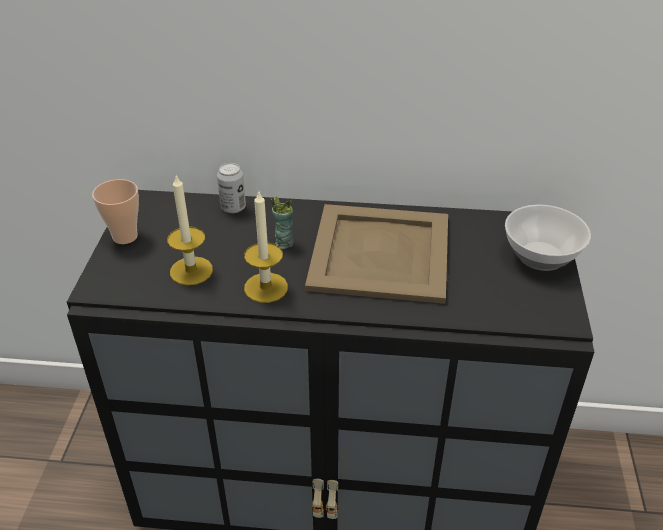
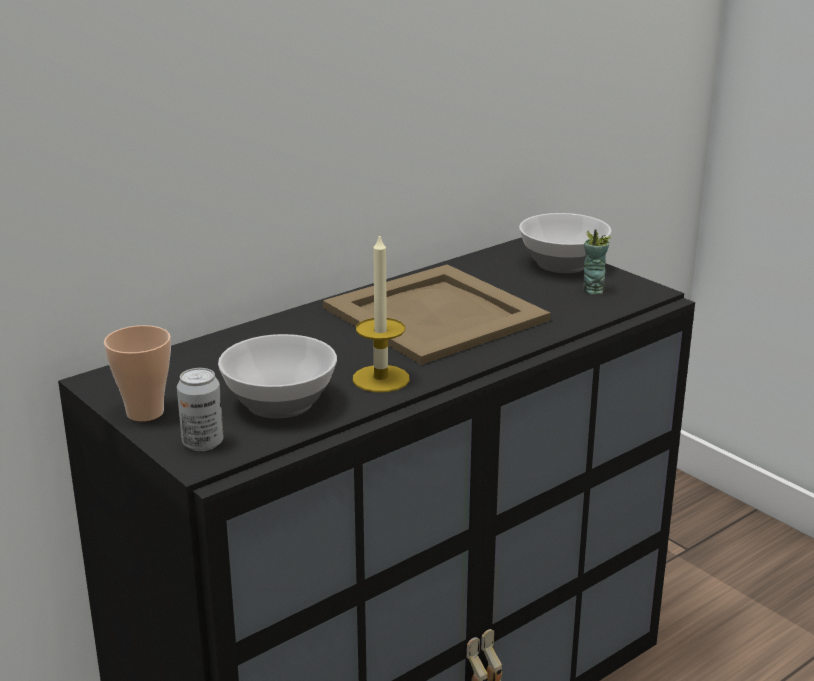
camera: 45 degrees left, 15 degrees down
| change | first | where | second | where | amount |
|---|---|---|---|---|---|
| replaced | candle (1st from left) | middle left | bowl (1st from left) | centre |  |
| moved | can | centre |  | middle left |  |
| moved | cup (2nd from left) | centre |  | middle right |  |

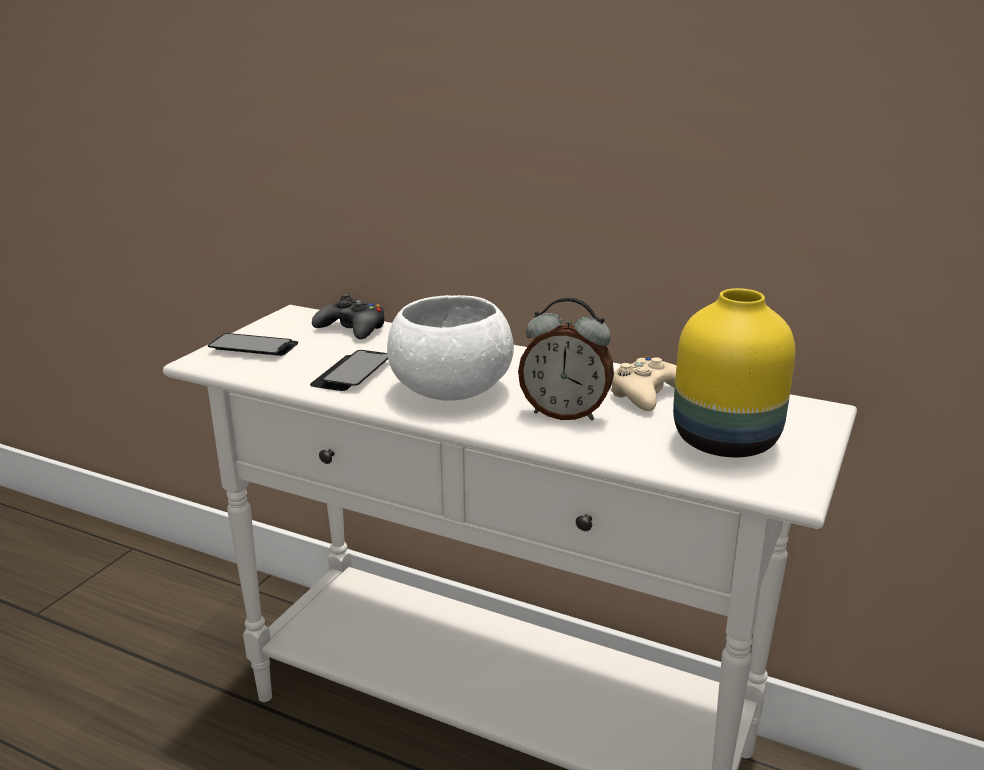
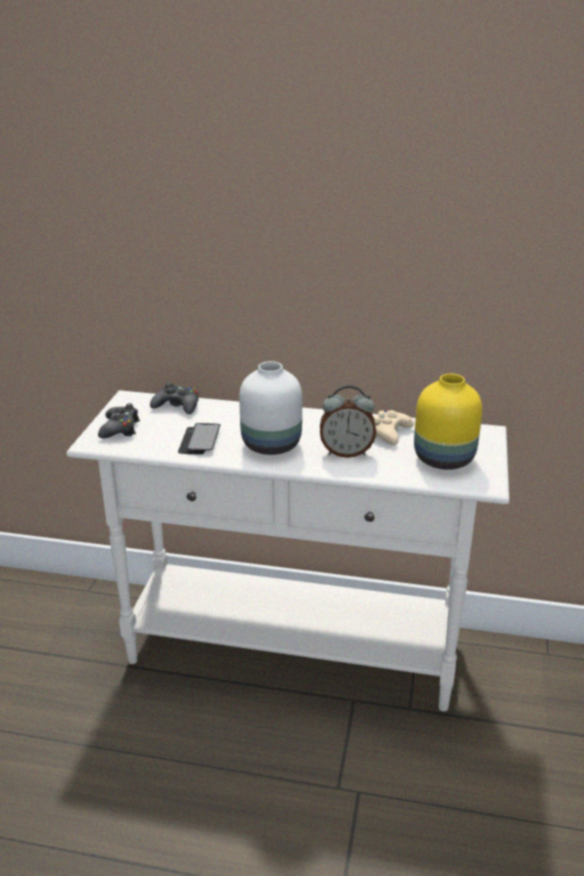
camera: 15 degrees left, 5 degrees up
| change | first | where | second | where | amount |
|---|---|---|---|---|---|
| replaced | phone (1st from left) | middle left | black game controller (1st from left) | middle left |  |
| replaced | white bowl | centre | white vase | centre |  |

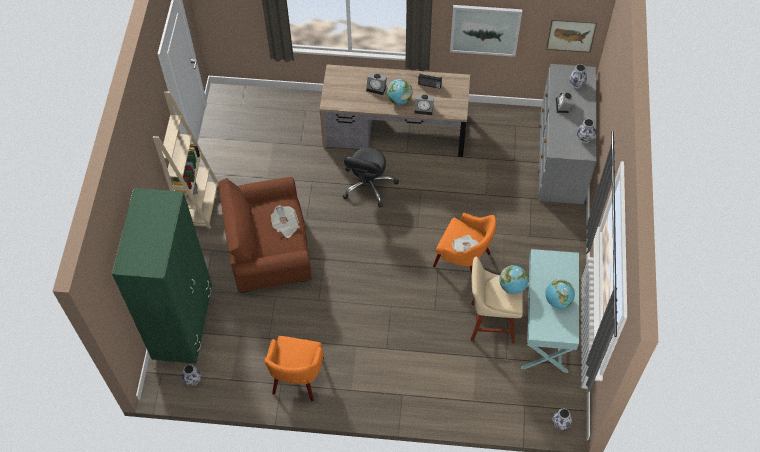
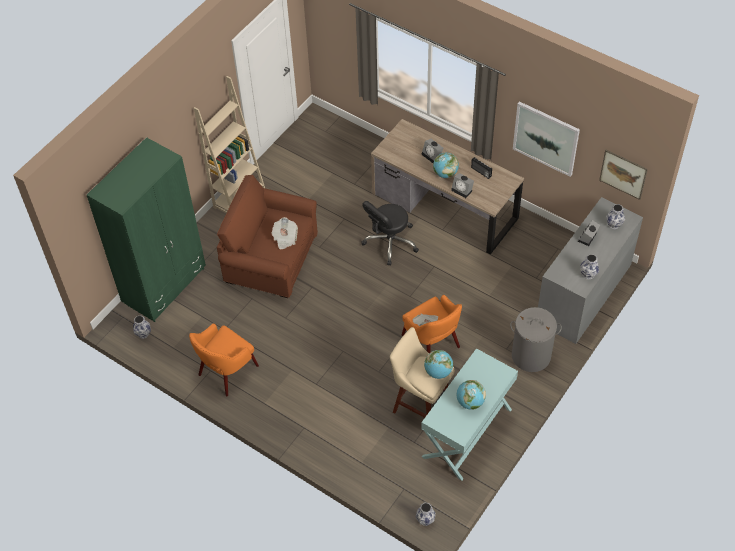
camera: 30 degrees right, 5 degrees down
| change | first | where | second | where | amount |
|---|---|---|---|---|---|
| added |  |  | grey laundry basket | middle right |  |

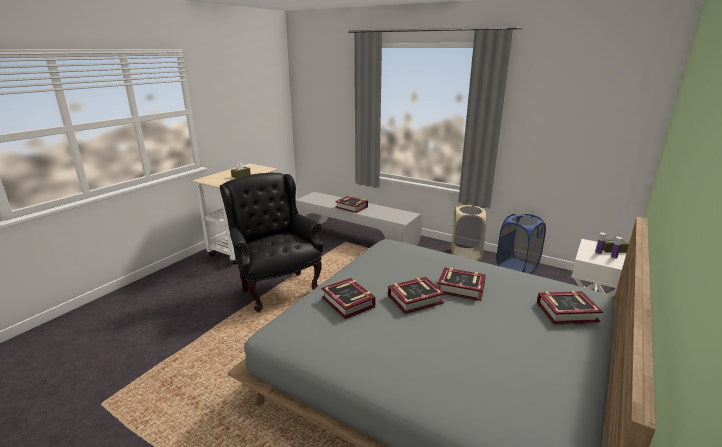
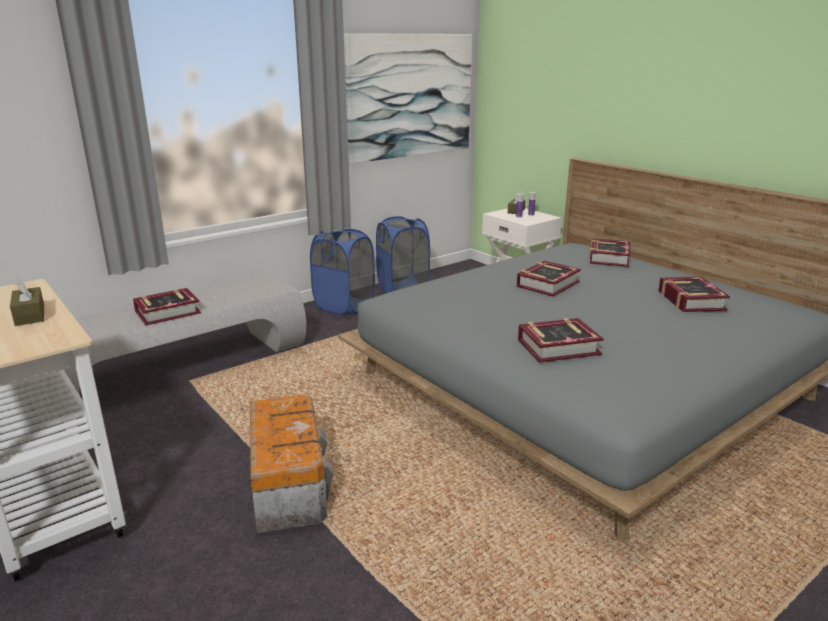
camera: 70 degrees left, 0 degrees up
| change | first | where | second | where | amount |
|---|---|---|---|---|---|
| replaced | black armchair | centre | storage box | bottom centre |  |
| moved | book (3rd from left in the first image) | centre | book (5th from left) | middle right |  |
| recoloured | beige laundry basket | centre | blue laundry basket (1st from left) | centre |  |
| added |  |  | picture | top centre |  |

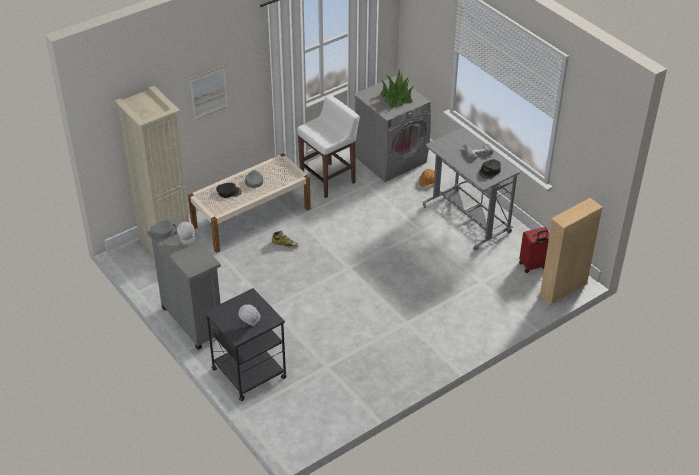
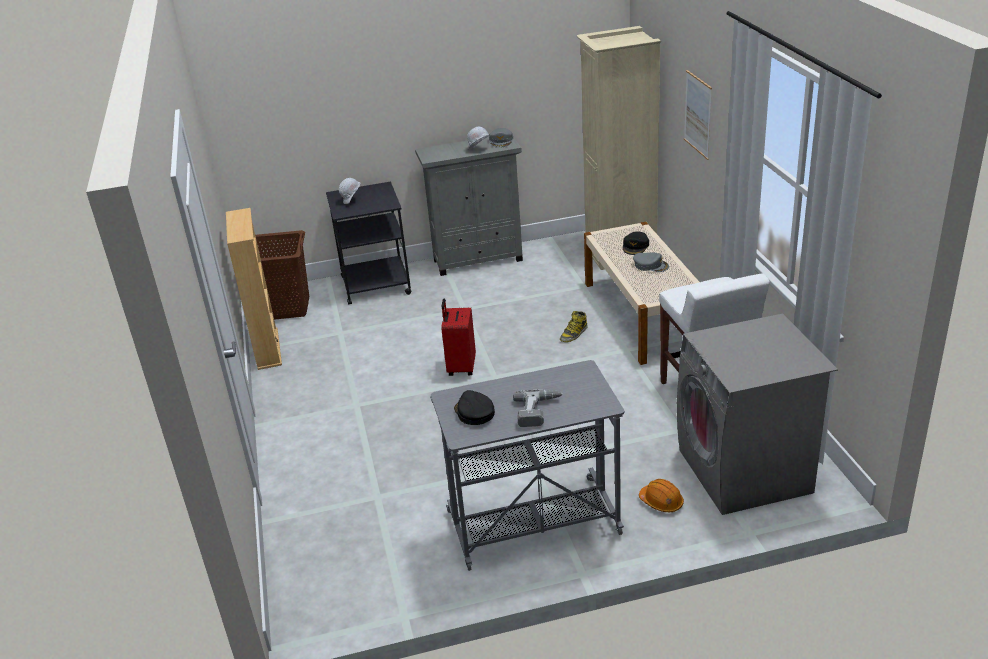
camera: 115 degrees right, 10 degrees down
| change | first | where | second | where | amount |
|---|---|---|---|---|---|
| removed | potted plant | top centre |  |  |  |
| moved | red suitcase | middle right |  | centre |  |
| moved | beige bookcase | middle right |  | middle left |  |
| added |  |  | brown laundry basket | middle left |  |

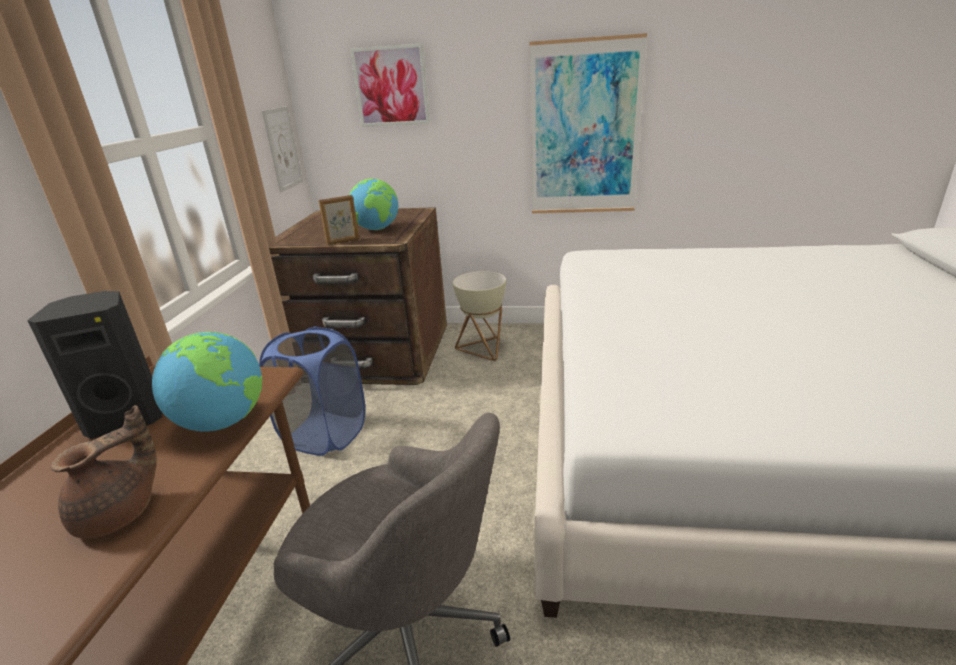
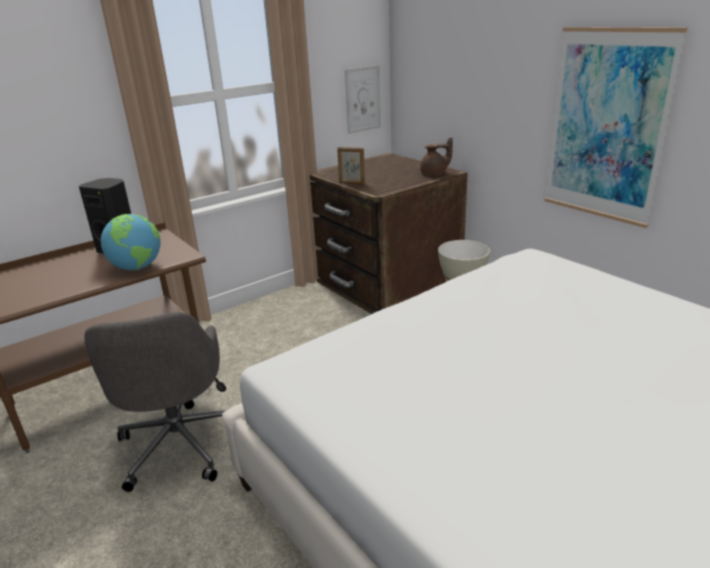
camera: 45 degrees right, 0 degrees up
| change | first | where | second | where | amount |
|---|---|---|---|---|---|
| moved | brown teapot | bottom left |  | top centre |  |
| removed | blue laundry basket | middle left |  |  |  |
| removed | globe (2nd from left) | top centre |  |  |  |
| removed | picture (2nd from left) | top centre |  |  |  |

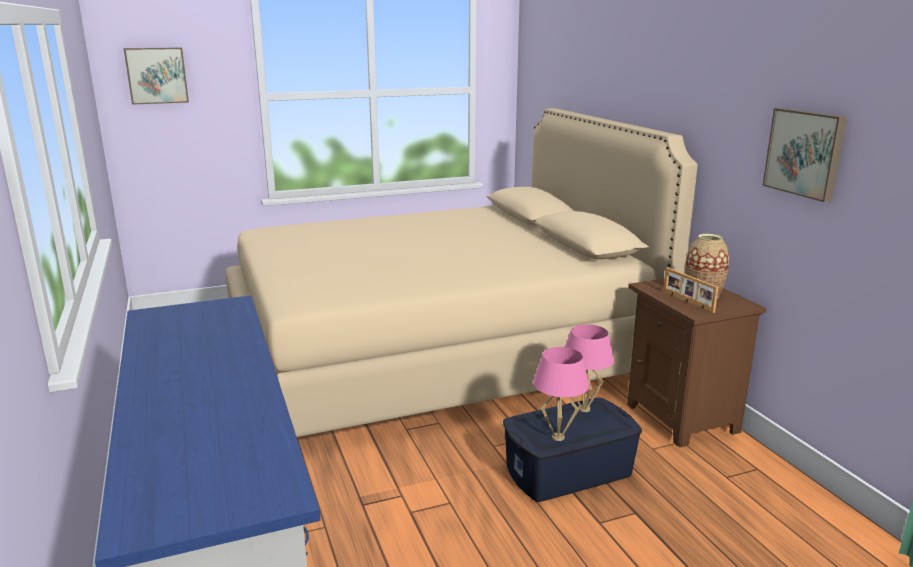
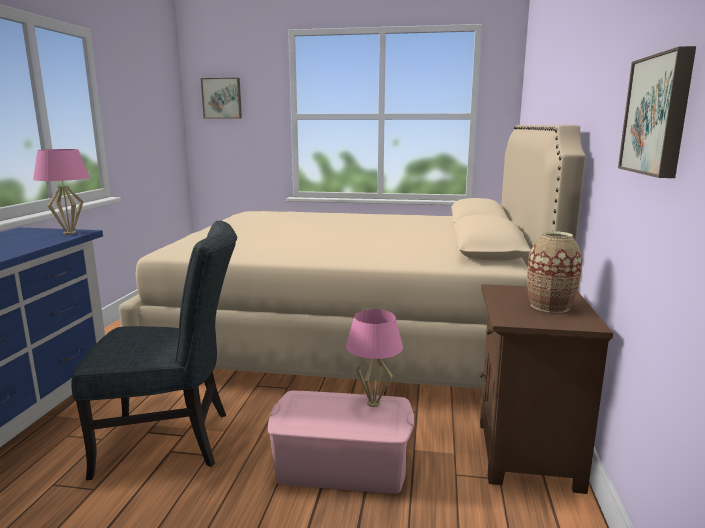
camera: 30 degrees right, 5 degrees down
| change | first | where | second | where | amount |
|---|---|---|---|---|---|
| recoloured | blue storage box | bottom centre | pink storage box | bottom centre |  |
| moved | pink table lamp (1st from left) | bottom centre |  | middle left |  |
| removed | picture frame | middle right |  |  |  |
| added |  |  | grey chair | middle left |  |

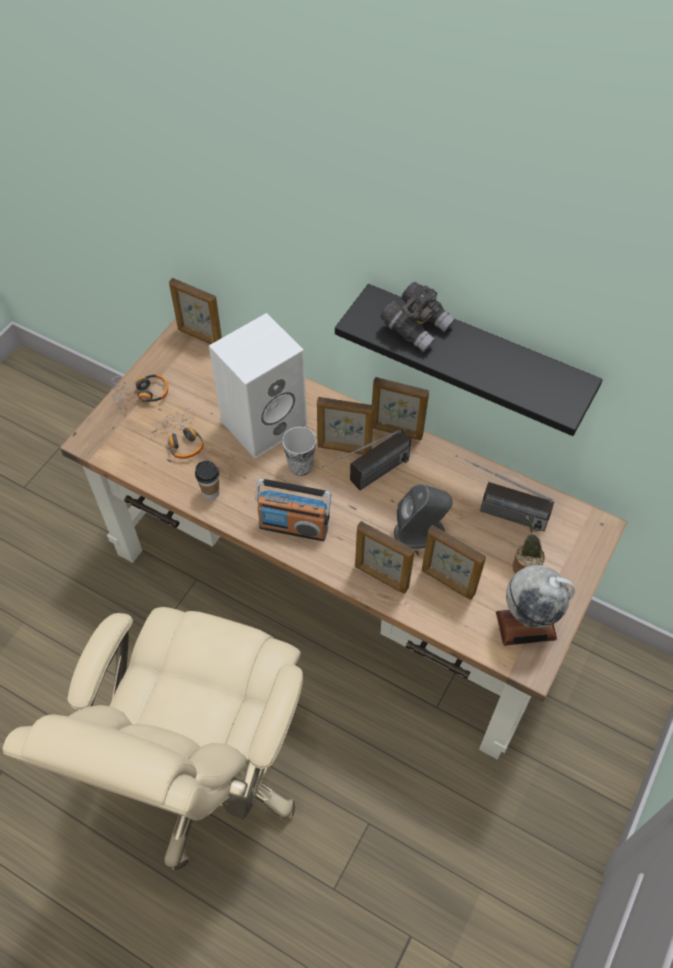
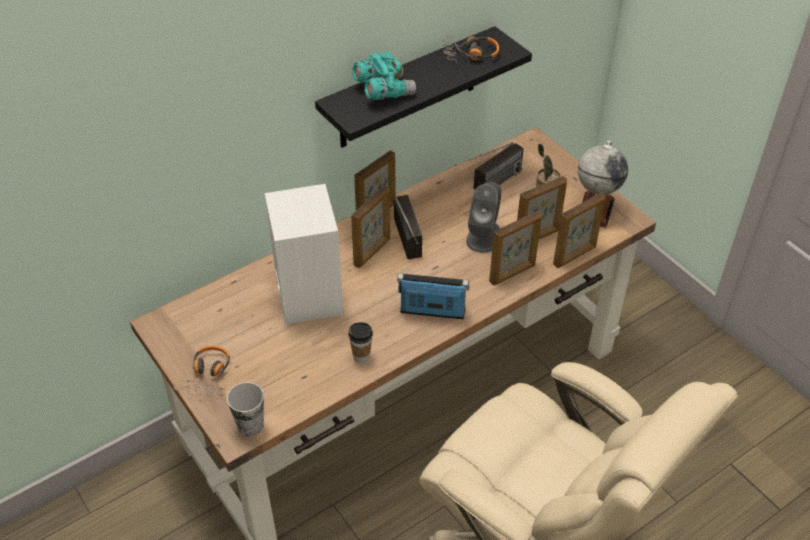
camera: 65 degrees left, 10 degrees down
| change | first | where | second | where | amount |
|---|---|---|---|---|---|
| moved | headphones (2nd from left) | middle left |  | top centre |  |
| moved | picture frame (1st from left in the first image) | top left | picture frame (5th from left) | middle right |  |
| turned | radio (1st from left in the first image) | centre | radio (2nd from left) | centre | 120 degrees counterclockwise |
| moved | cup (2nd from left in the first image) | centre | cup (1st from left) | bottom left |  |
| recoloured | grey binoculars | top centre | turquoise binoculars | top centre |  |

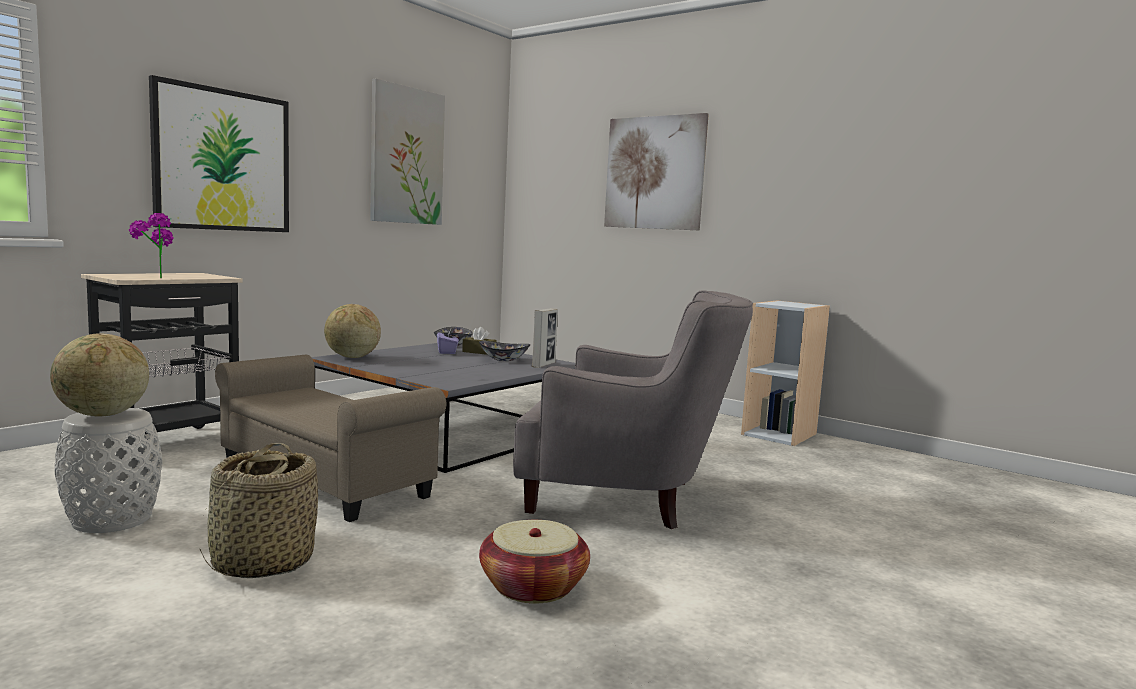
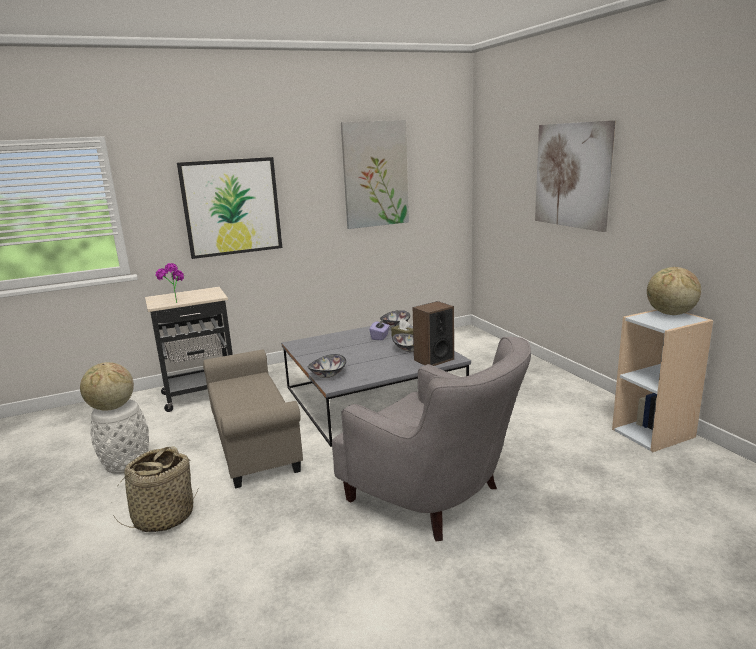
camera: 30 degrees right, 10 degrees up
| change | first | where | second | where | amount |
|---|---|---|---|---|---|
| moved | globe (2nd from left) | middle left |  | middle right |  |
| removed | basket (2nd from left) | bottom centre |  |  |  |
| replaced | picture frame | centre | speaker | centre |  |
| added |  |  | bowl (1st from left) | centre |  |

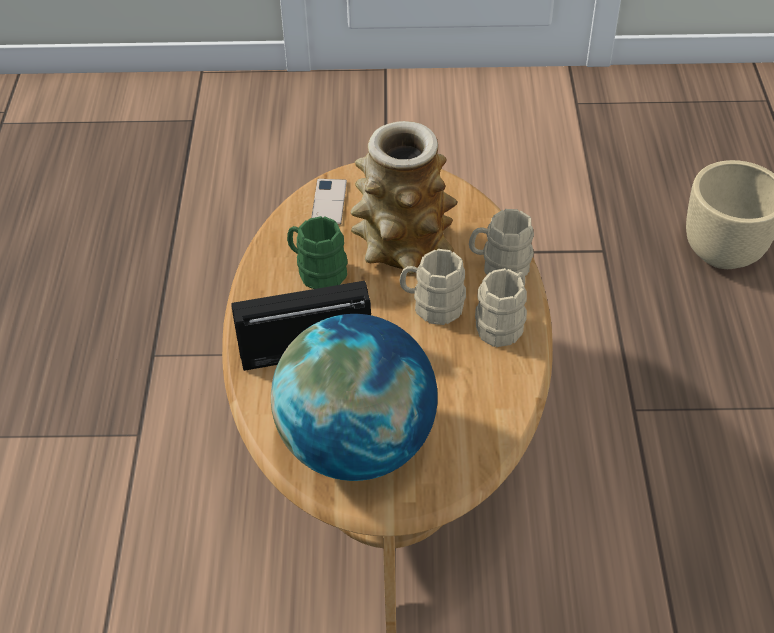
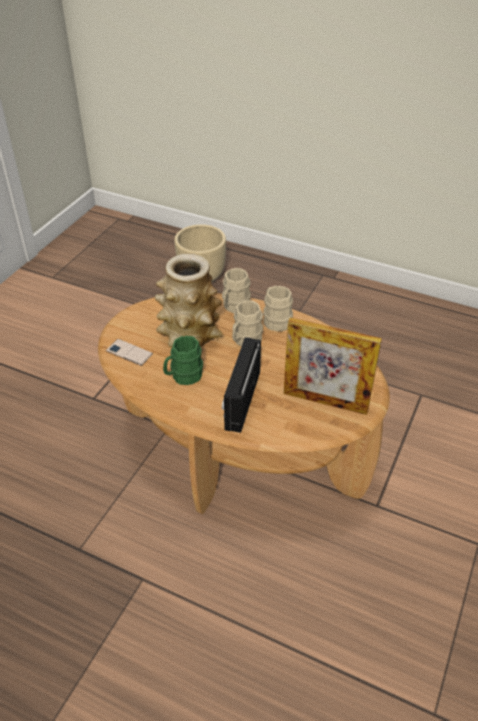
camera: 65 degrees left, 5 degrees down
| change | first | where | second | where | amount |
|---|---|---|---|---|---|
| replaced | globe | centre | picture frame | middle right |  |

